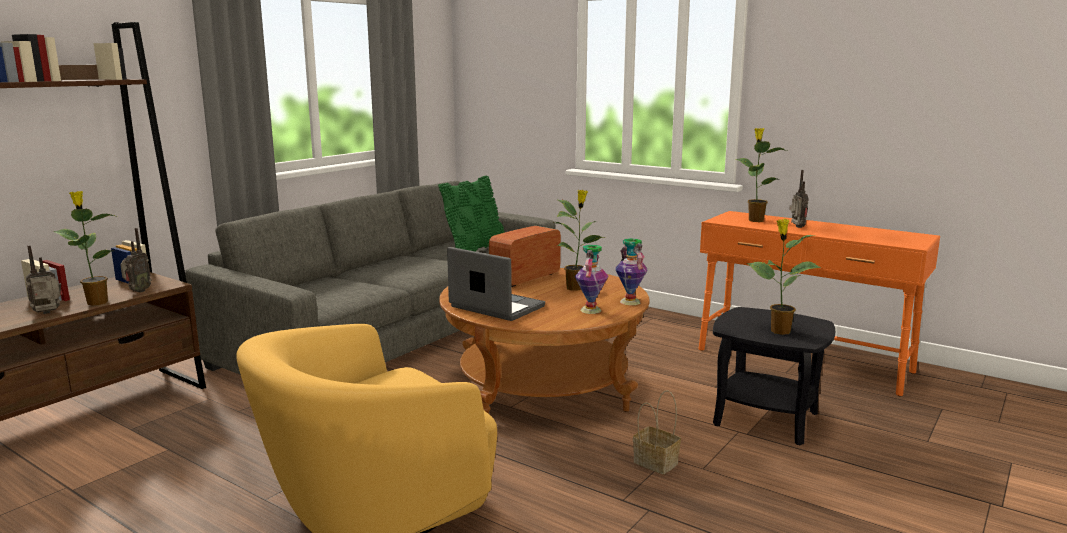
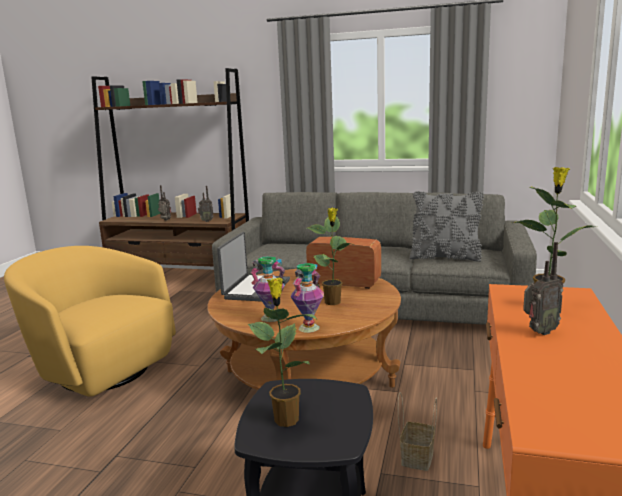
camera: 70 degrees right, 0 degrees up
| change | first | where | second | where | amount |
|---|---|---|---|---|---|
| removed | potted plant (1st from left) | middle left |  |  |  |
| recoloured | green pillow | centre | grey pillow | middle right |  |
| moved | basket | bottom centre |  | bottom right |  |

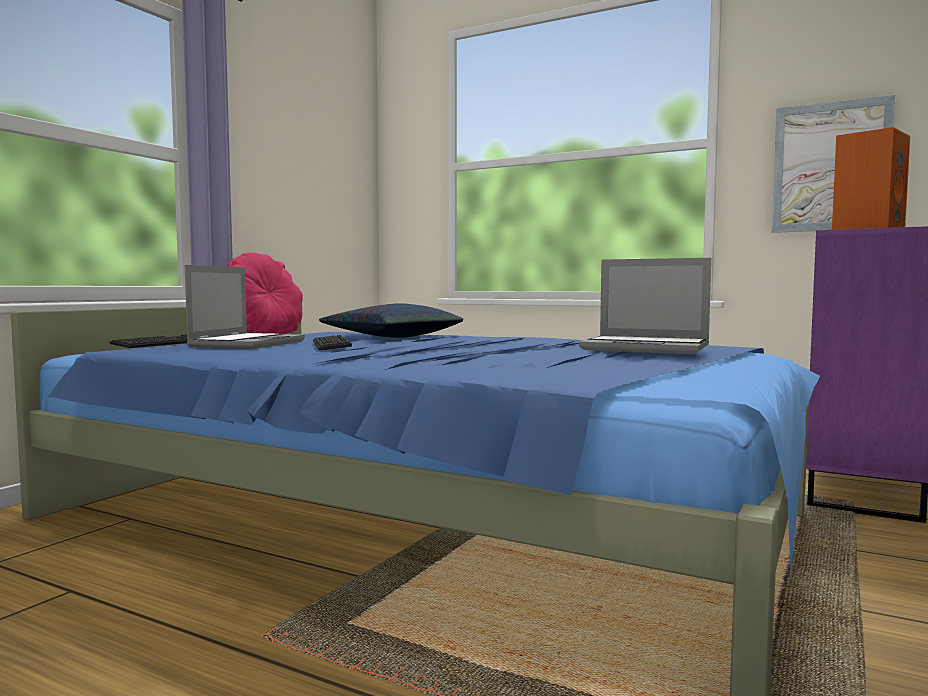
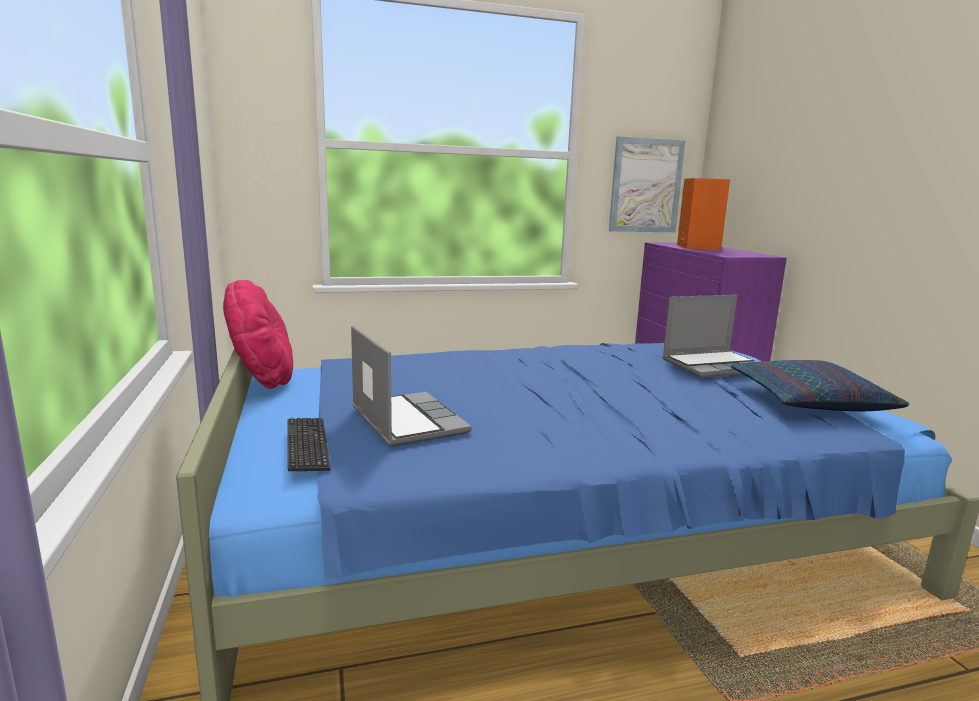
camera: 45 degrees left, 10 degrees up
| change | first | where | second | where | amount |
|---|---|---|---|---|---|
| removed | keyboard (2nd from left) | centre |  |  |  |
| moved | blue pillow | centre |  | middle right |  |

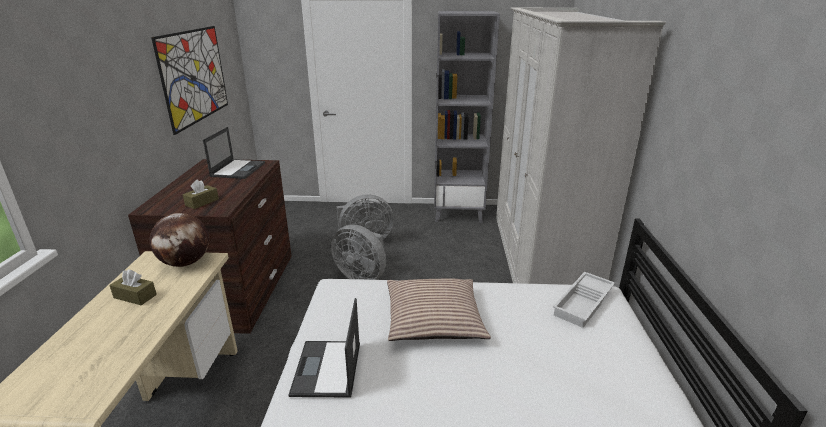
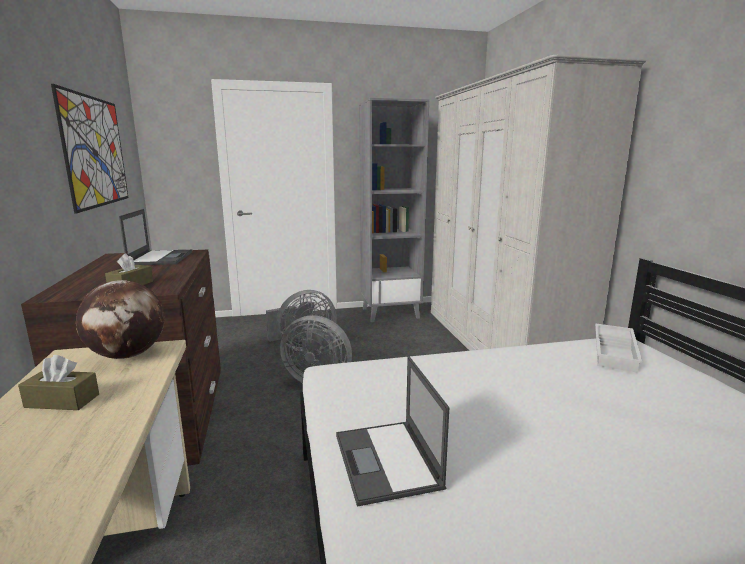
camera: 15 degrees left, 10 degrees down
| change | first | where | second | where | amount |
|---|---|---|---|---|---|
| removed | pillow | bottom centre |  |  |  |

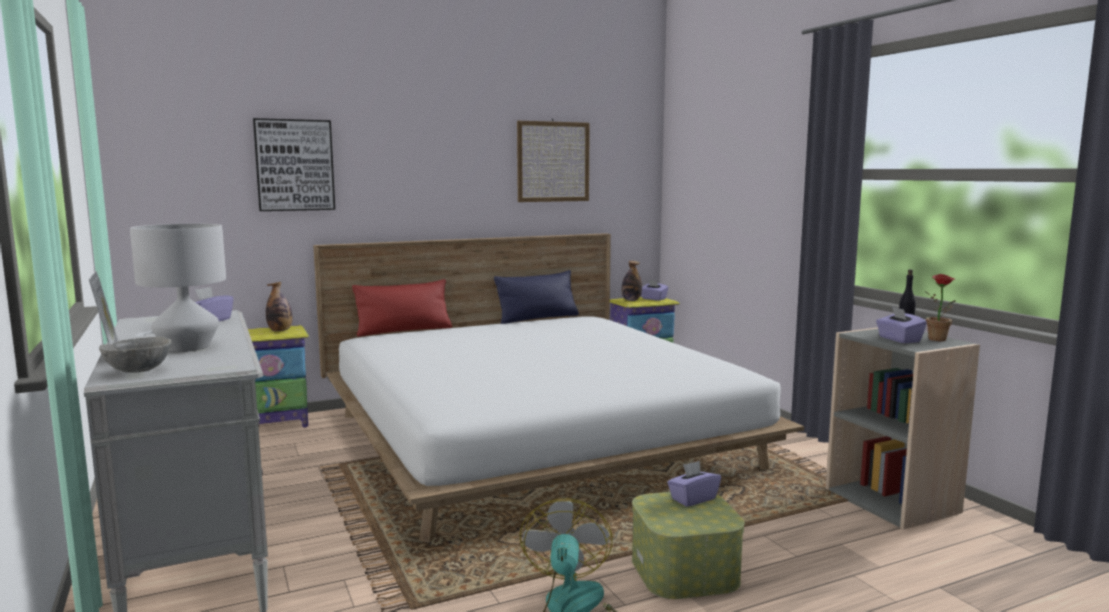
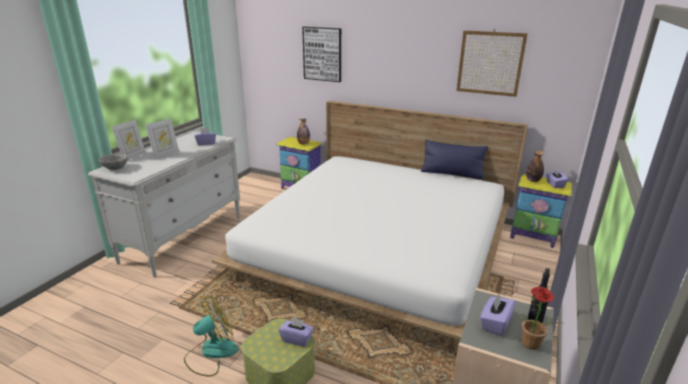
camera: 50 degrees right, 15 degrees up
| change | first | where | second | where | amount |
|---|---|---|---|---|---|
| replaced | grey table lamp | middle left | picture frame (2nd from left) | middle left |  |
| removed | red pillow | centre |  |  |  |

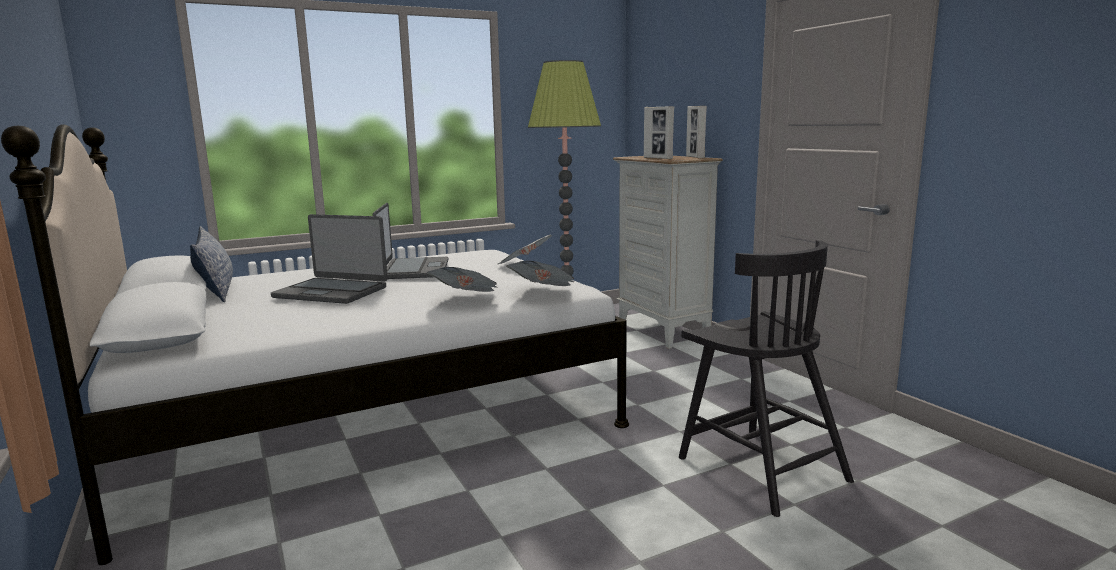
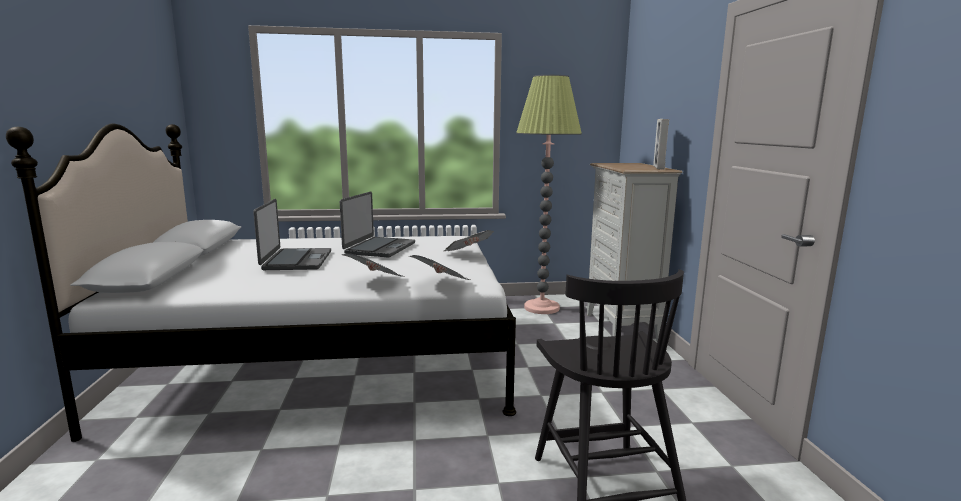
camera: 20 degrees right, 0 degrees up
| change | first | where | second | where | amount |
|---|---|---|---|---|---|
| removed | pillow | middle left |  |  |  |
| turned | laptop (1st from left) | middle left |  | middle left | 135 degrees counterclockwise |
| removed | picture frame (1st from left) | top centre |  |  |  |

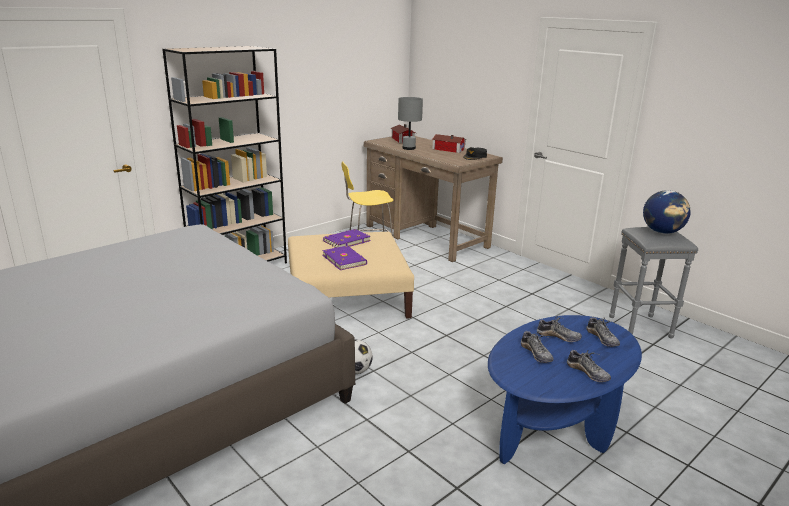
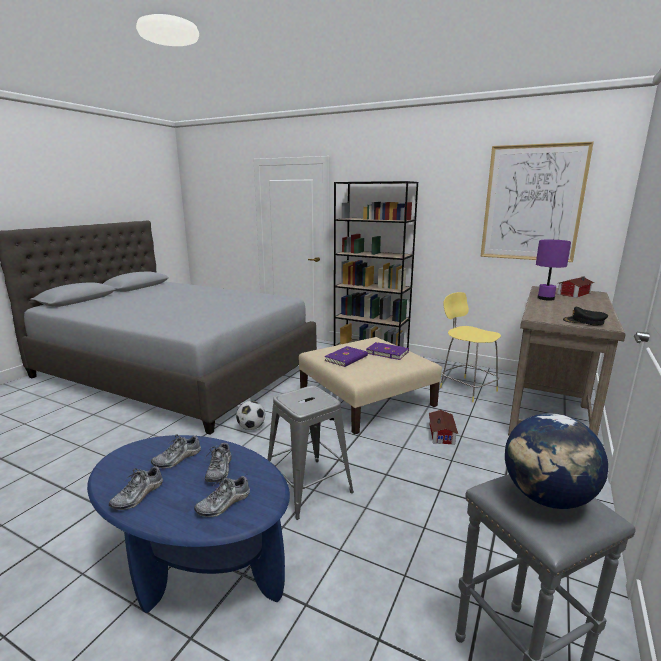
camera: 70 degrees right, 5 degrees down
| change | first | where | second | where | amount |
|---|---|---|---|---|---|
| recoloured | grey table lamp | top centre | purple table lamp | middle right |  |
| moved | toy house (2nd from left in the first image) | top centre | toy house (1st from left) | middle right |  |
| added |  |  | grey stool (1st from left) | bottom centre |  |
| added |  |  | picture | top right |  |

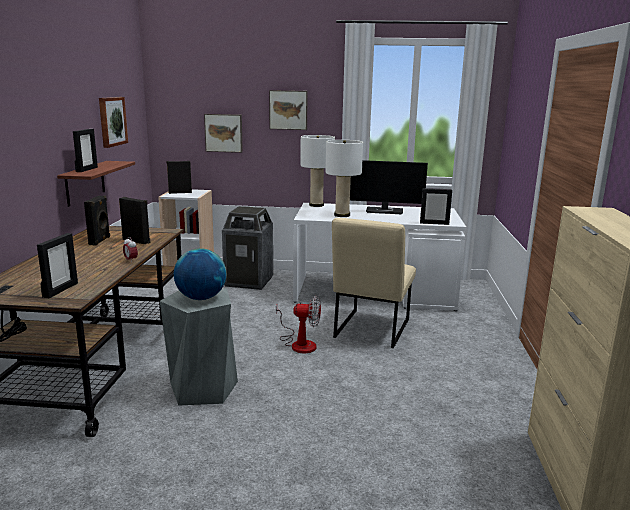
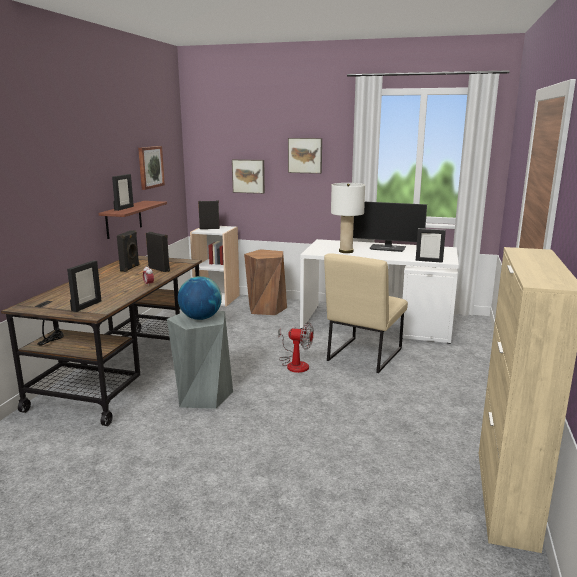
camera: 10 degrees right, 0 degrees up
| change | first | where | second | where | amount |
|---|---|---|---|---|---|
| replaced | trash can | centre | brown stool | centre |  |
| removed | white table lamp (1st from left) | centre |  |  |  |

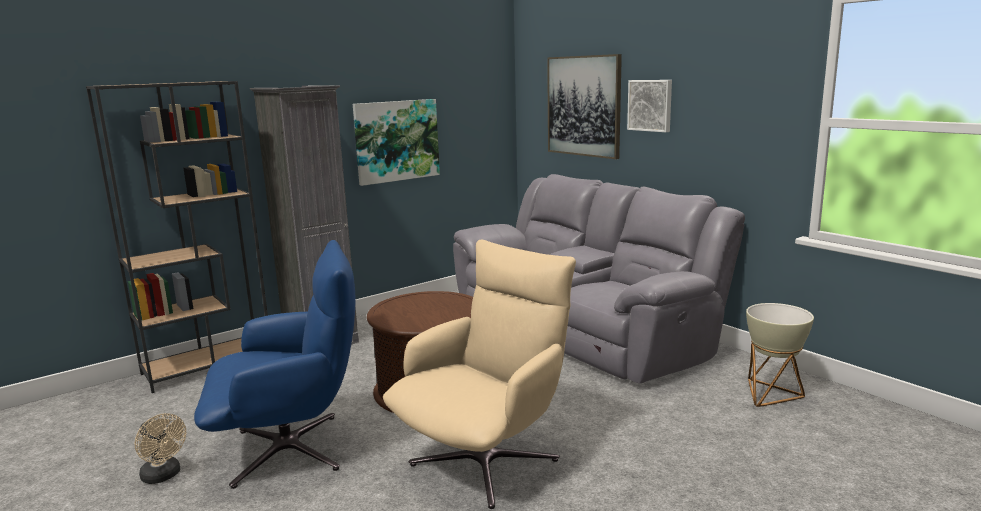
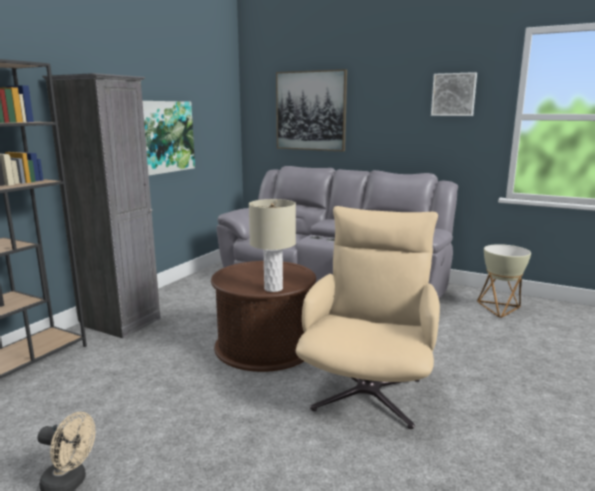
camera: 25 degrees left, 0 degrees up
| change | first | where | second | where | amount |
|---|---|---|---|---|---|
| removed | blue armchair | bottom left |  |  |  |
| moved | picture (3rd from left) | top centre |  | top right |  |
| added |  |  | beige table lamp | centre |  |

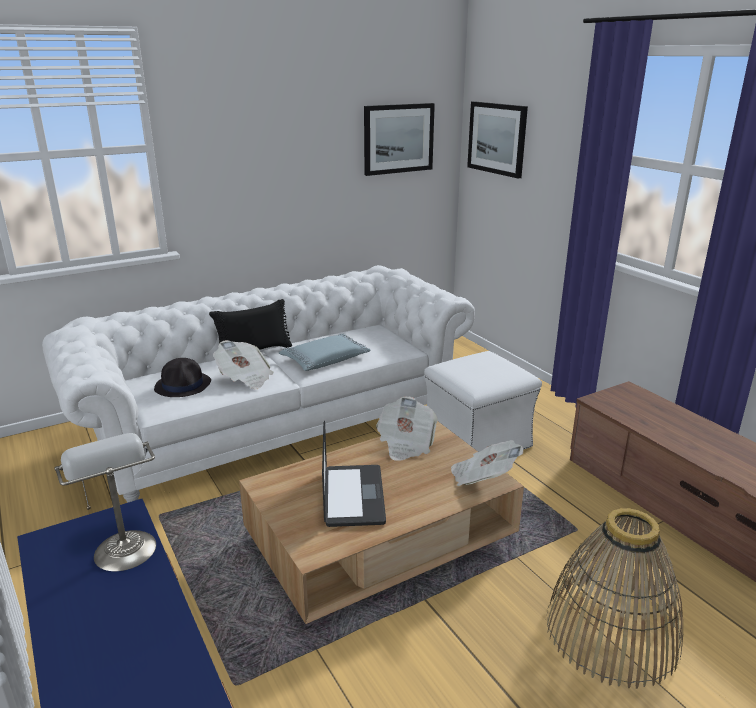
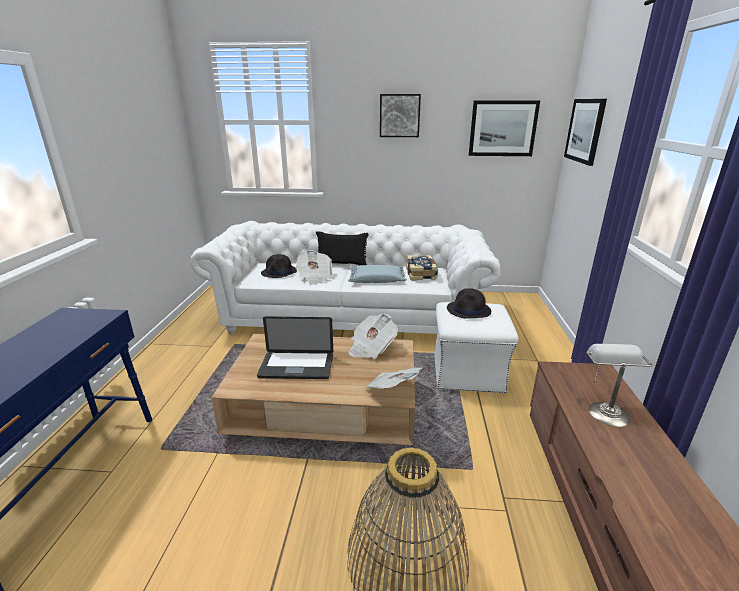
camera: 35 degrees right, 0 degrees up
| change | first | where | second | where | amount |
|---|---|---|---|---|---|
| moved | white table lamp | bottom left |  | middle right |  |
| turned | laptop | bottom centre |  | centre | 60 degrees clockwise |
| added |  |  | picture (1st from left) | top centre |  |
| added |  |  | book | centre |  |
| added |  |  | black hat (2nd from left) | centre |  |

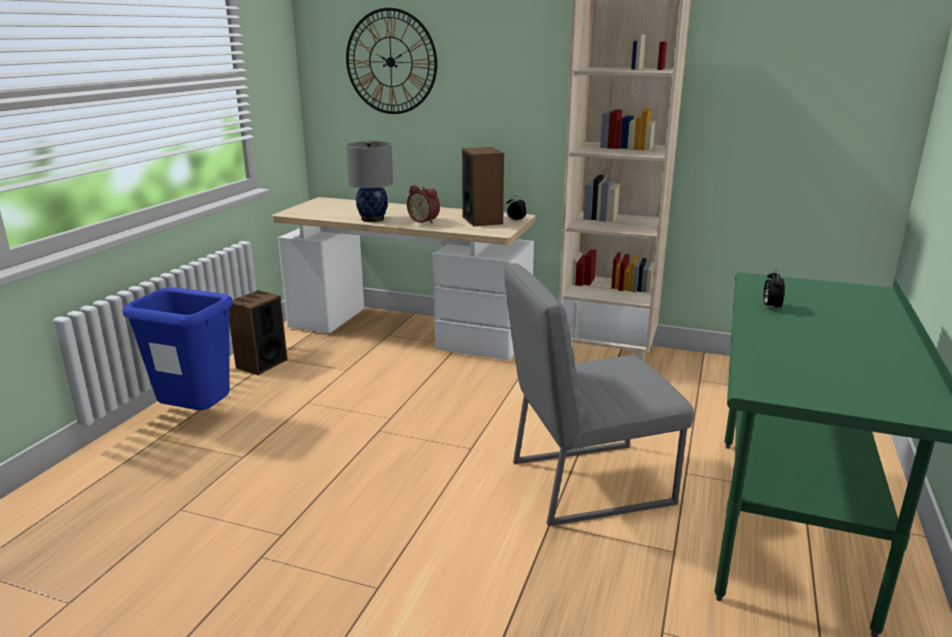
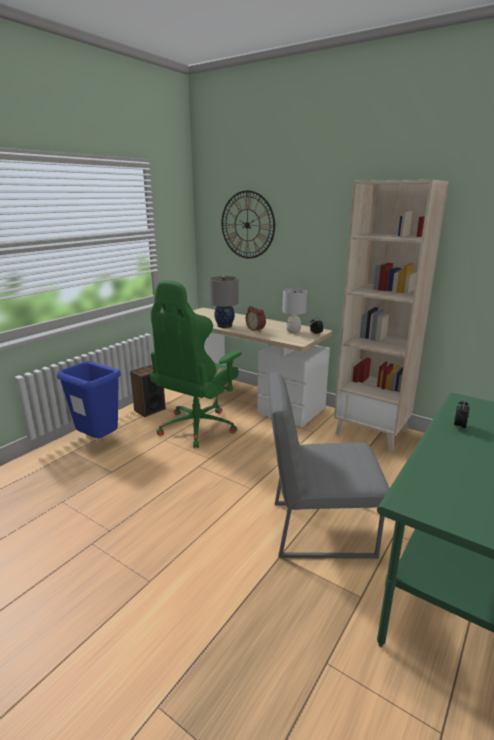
camera: 15 degrees right, 0 degrees up
| change | first | where | second | where | amount |
|---|---|---|---|---|---|
| replaced | speaker (2nd from left) | top centre | grey table lamp (2nd from left) | centre |  |
| added |  |  | green office chair | centre |  |

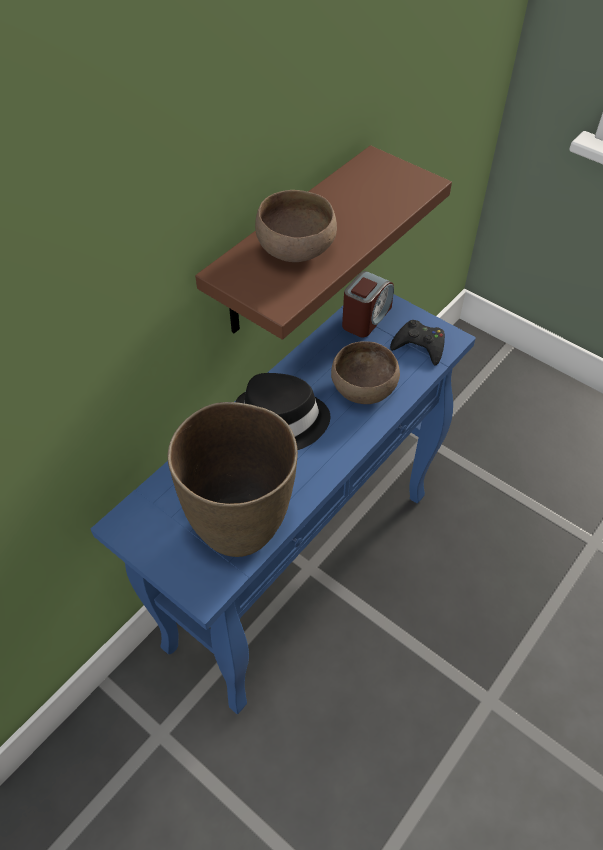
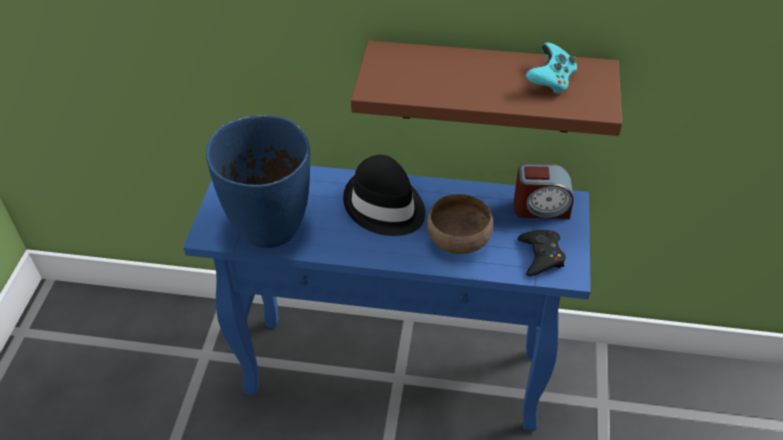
camera: 60 degrees right, 5 degrees down
| change | first | where | second | where | amount |
|---|---|---|---|---|---|
| recoloured | brown vase | centre | blue vase | middle left |  |
| removed | brown bowl (1st from left) | top centre |  |  |  |
| added |  |  | turquoise game controller | top right |  |

